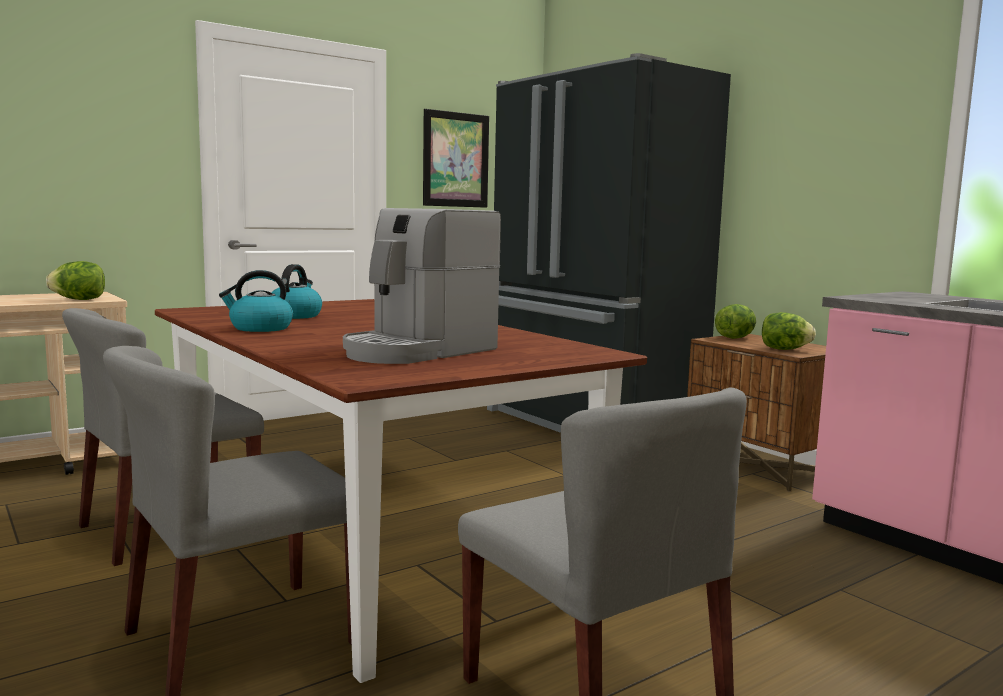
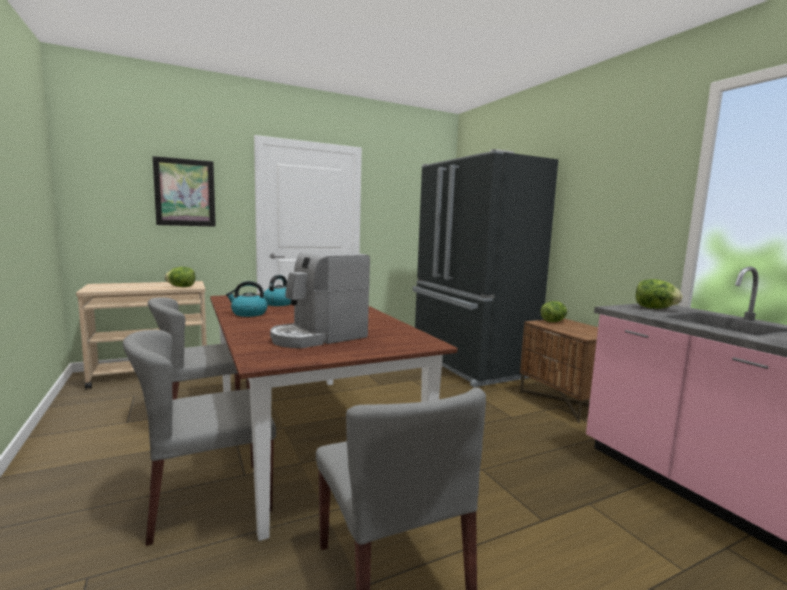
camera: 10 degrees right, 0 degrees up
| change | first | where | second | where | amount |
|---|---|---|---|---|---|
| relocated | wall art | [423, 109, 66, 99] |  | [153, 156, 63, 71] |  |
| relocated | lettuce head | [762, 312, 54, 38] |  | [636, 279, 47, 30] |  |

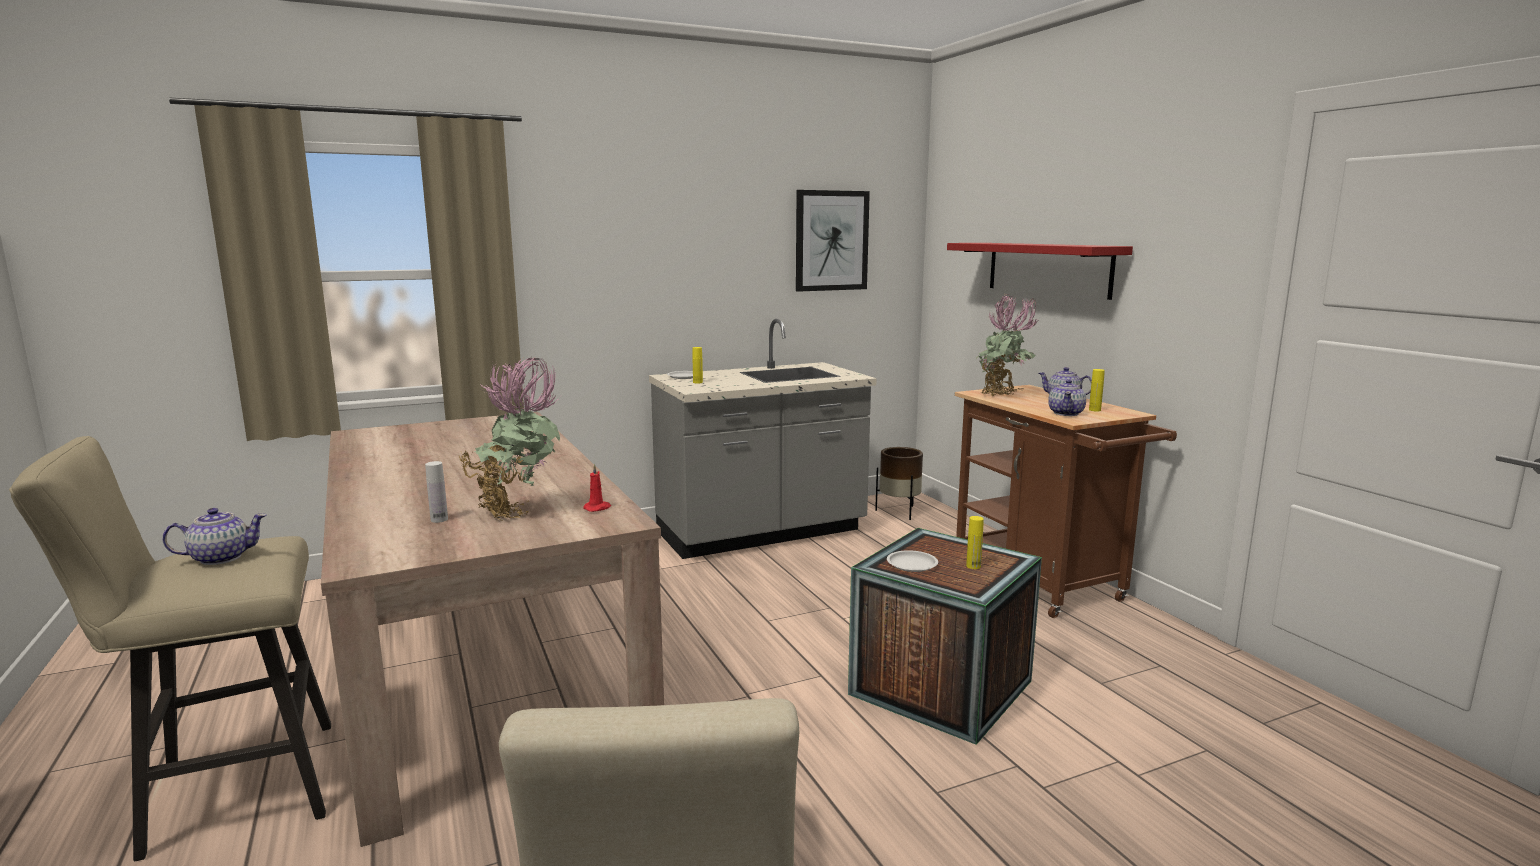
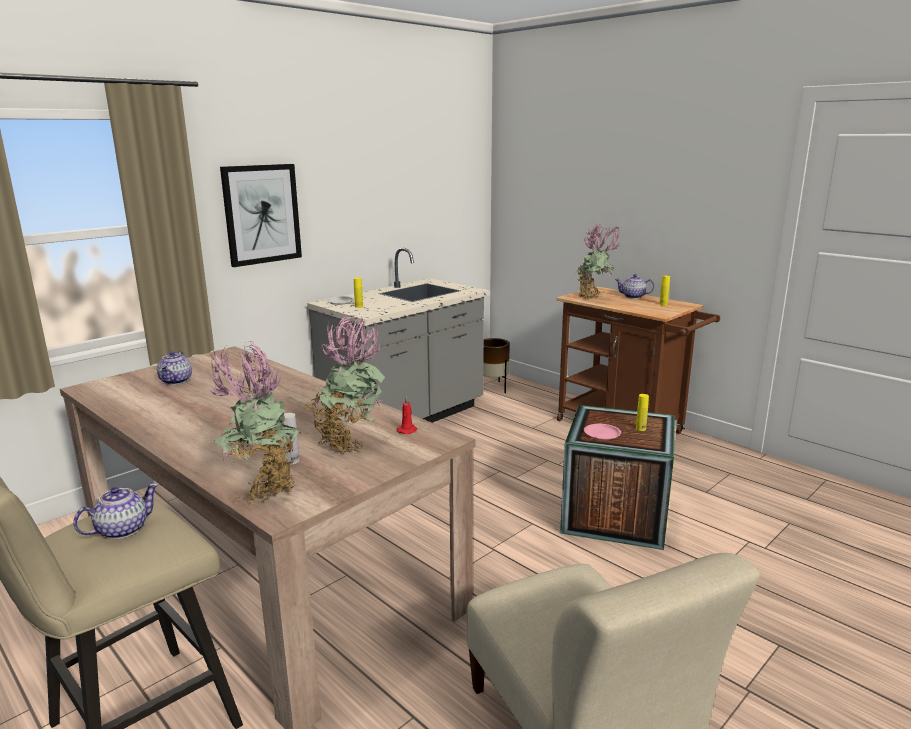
camera: 20 degrees left, 5 degrees up
| change | first | where | second | where | amount |
|---|---|---|---|---|---|
| relocated | wall art | [796, 190, 74, 102] |  | [220, 164, 82, 103] |  |
| colour | white flat dish | [887, 550, 51, 22] | pink flat dish | [584, 424, 37, 16] |  |
| missing | red wall shelf | [947, 243, 186, 57] |  |  |  |
| relocated | pot for tea | [1048, 379, 38, 37] |  | [157, 351, 35, 34] |  |
| appeared |  |  | plant in a pot | [208, 341, 92, 163] |  |

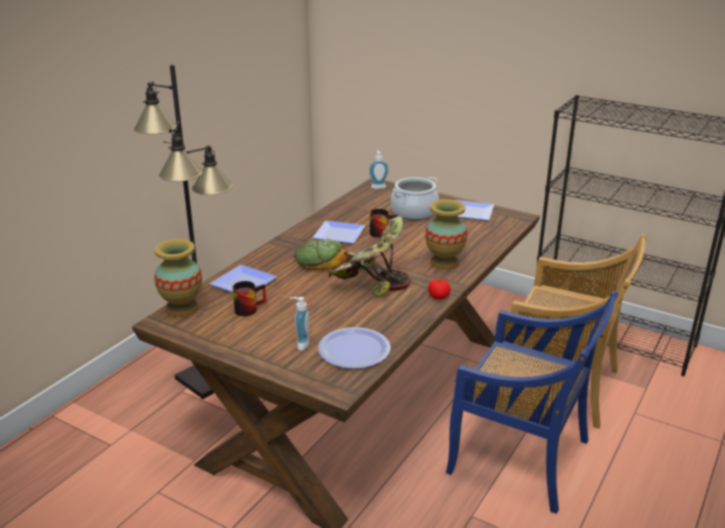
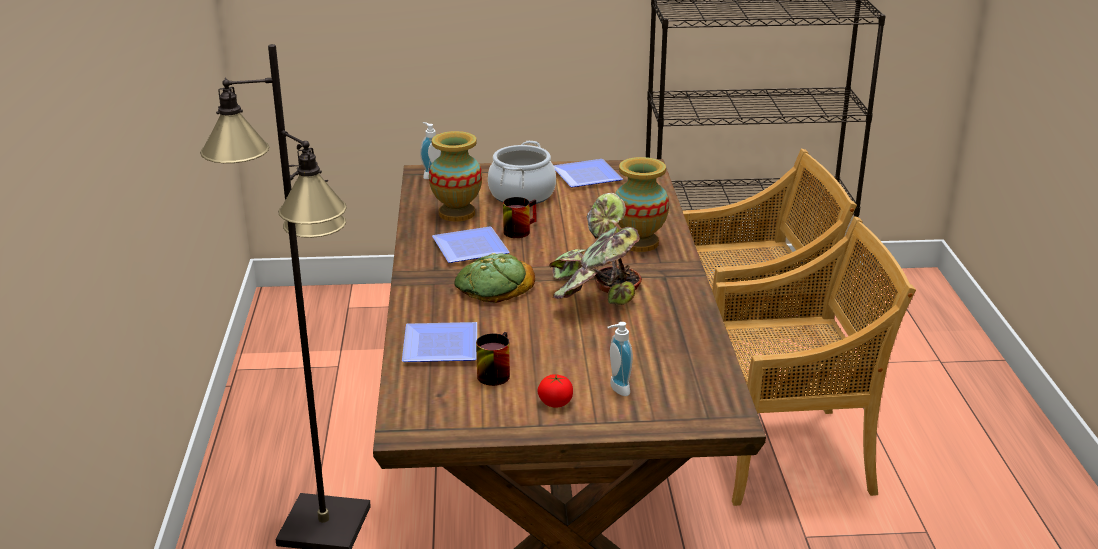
camera: 35 degrees left, 0 degrees up
| change | first | where | second | where | amount |
|---|---|---|---|---|---|
| relocated | decorative vase | [155, 239, 47, 78] |  | [429, 131, 53, 90] |  |
| missing | flat dish | [318, 327, 73, 42] |  |  |  |
| relocated | tomato | [428, 279, 23, 21] |  | [538, 374, 35, 33] |  |
| colour | blue plain chair | [446, 291, 172, 223] | sand-coloured plain chair | [714, 216, 202, 290] |  |

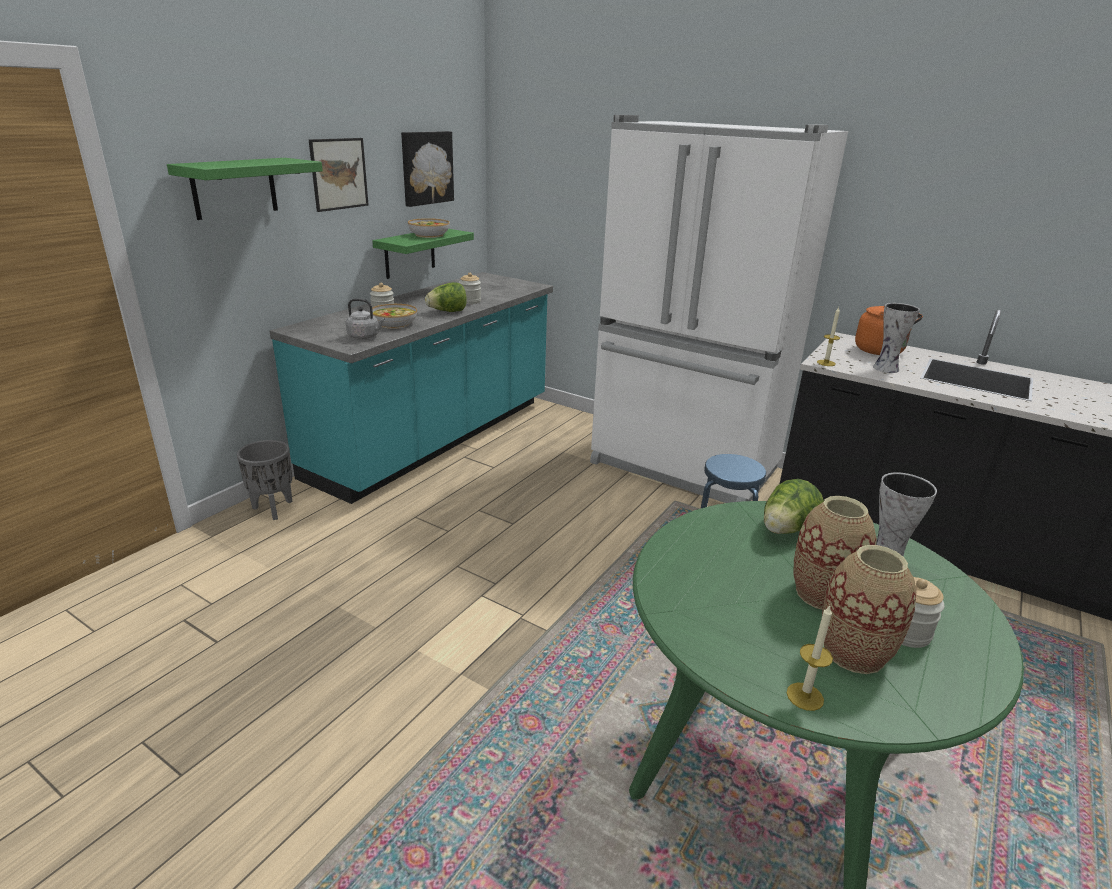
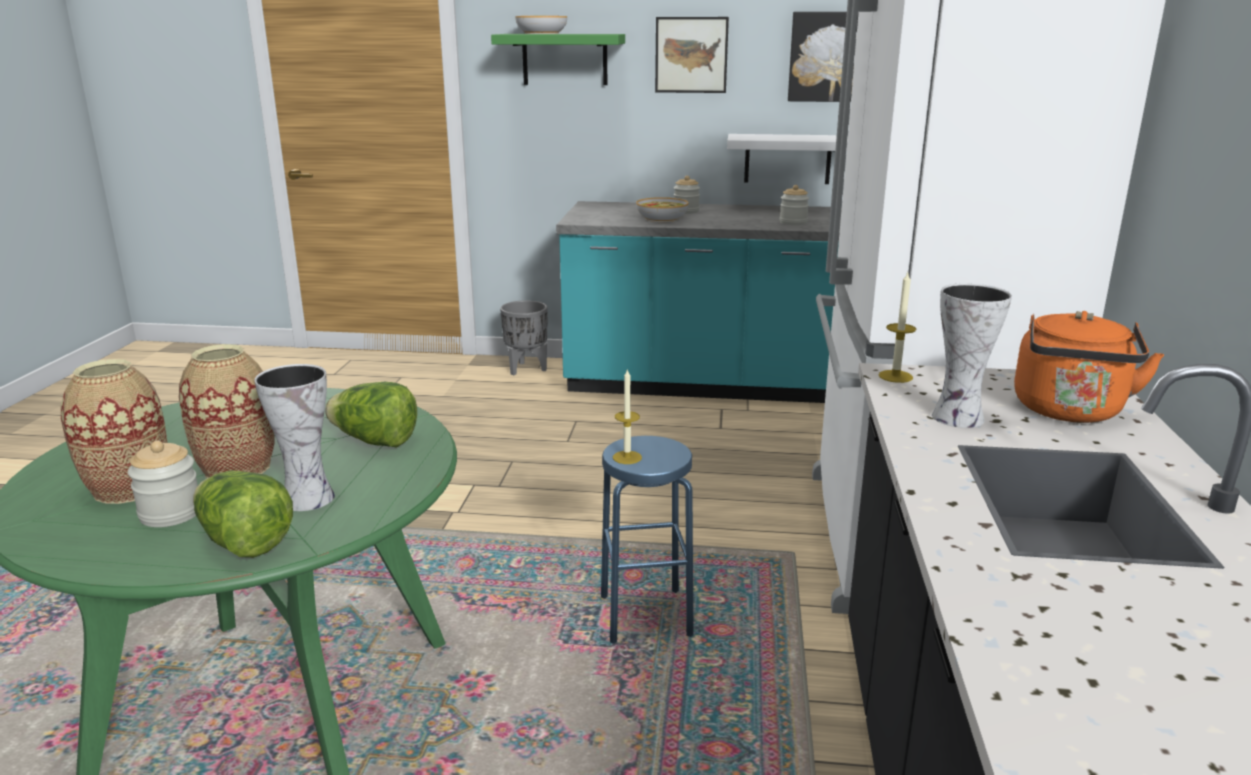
camera: 65 degrees right, 5 degrees down
| change | first | where | second | where | amount |
|---|---|---|---|---|---|
| missing | grey kettle | [346, 298, 39, 41] |  |  |  |
| colour | green wall shelf | [372, 229, 102, 50] | white wall shelf | [727, 134, 121, 50] |  |
| relocated | bowl | [408, 218, 42, 20] |  | [515, 16, 52, 18] |  |
| relocated | lettuce head | [425, 282, 42, 30] |  | [193, 470, 100, 88] |  |
| relocated | wax candle | [787, 604, 46, 107] |  | [613, 368, 29, 96] |  |

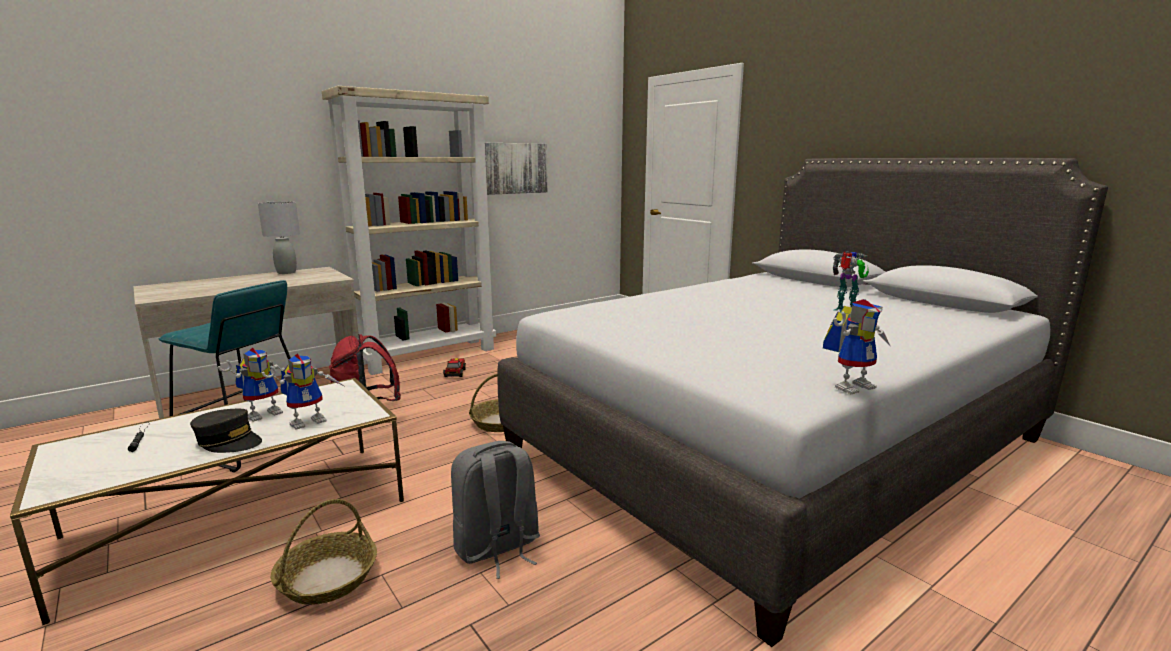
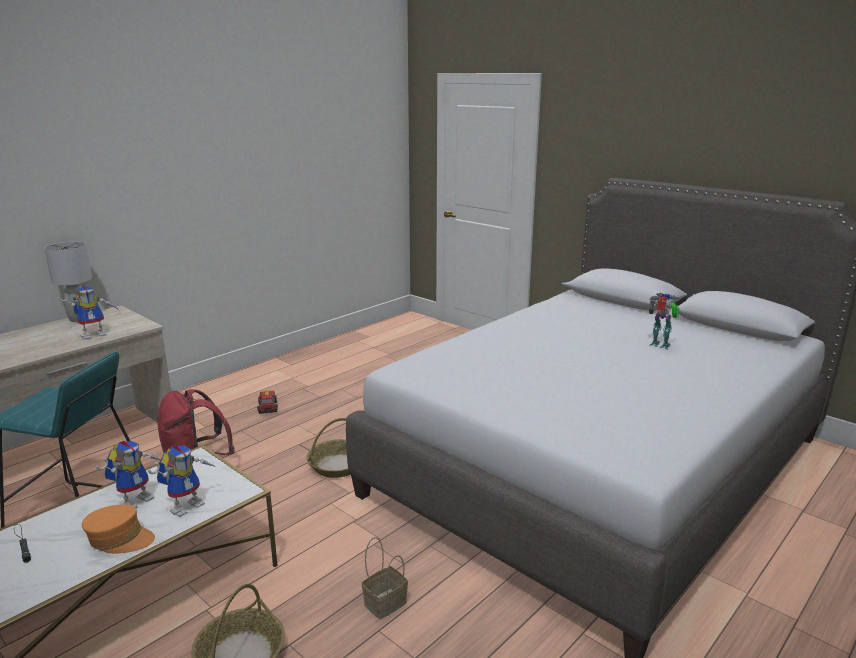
camera: 10 degrees left, 5 degrees up
| change | first | where | second | where | amount |
|---|---|---|---|---|---|
| colour | grey baseball cap | [190, 409, 72, 44] | orange-coloured baseball cap | [82, 505, 73, 49] |  |
| missing | sand-coloured shelving unit | [322, 86, 174, 289] |  |  |  |
| exchanged | grey backpack | [451, 441, 89, 138] | storage basket | [362, 537, 46, 82] |  |
| missing | wall art | [485, 143, 63, 52] |  |  |  |
| relocated | robot figure | [823, 299, 68, 95] |  | [58, 285, 62, 55] |  |

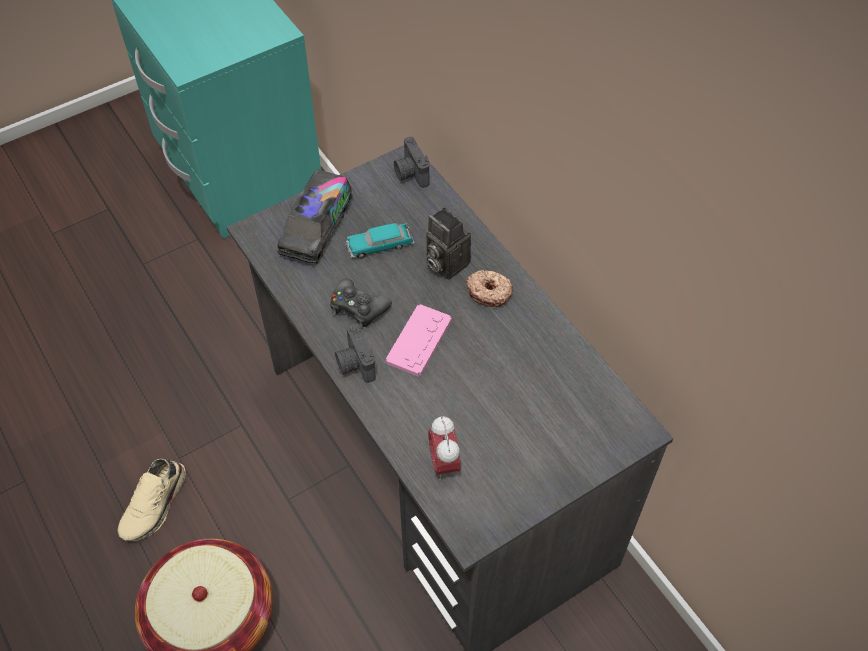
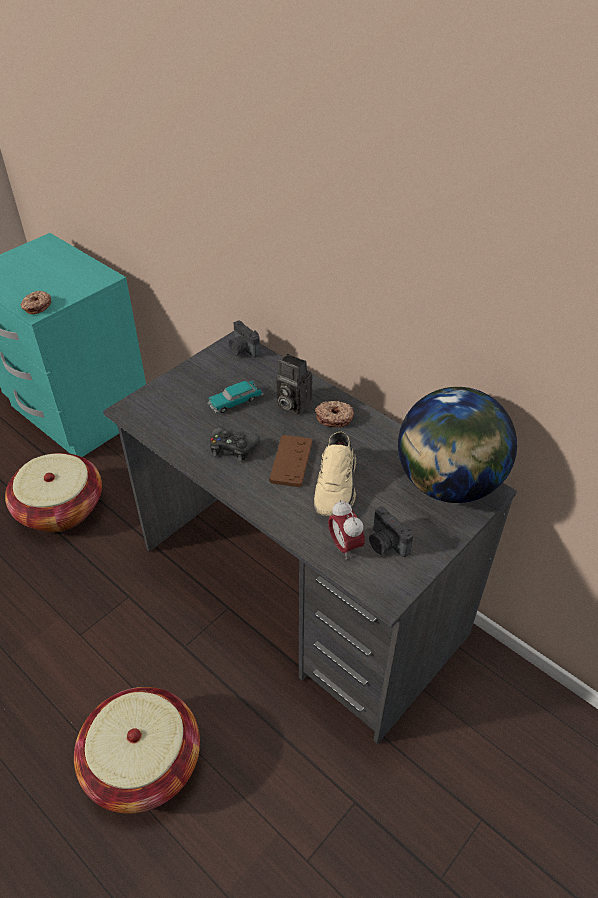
camera: 15 degrees left, 10 degrees down
| change | first | where | second | where | amount |
|---|---|---|---|---|---|
| relocated | sand-coloured shoe | [117, 459, 69, 82] |  | [314, 432, 42, 85] |  |
| missing | toy lorry | [277, 170, 76, 94] |  |  |  |
| relocated | photo camera | [335, 323, 41, 60] |  | [369, 506, 44, 51] |  |
| colour | pink joypad | [386, 304, 66, 72] | brown joypad | [269, 435, 43, 52] |  |
| appeared |  |  | storage basket | [5, 453, 97, 79] |  |
| appeared |  |  | ring doughnut | [20, 291, 31, 23] |  |
| appeared |  |  | world globe | [398, 387, 119, 116] |  |

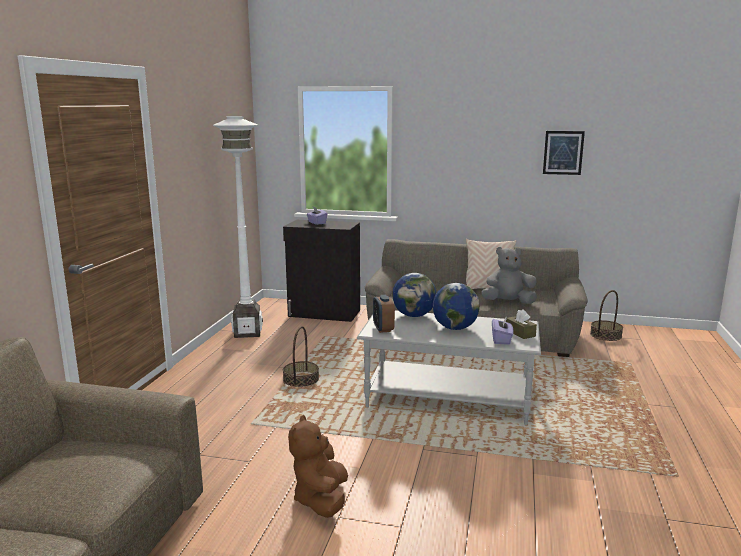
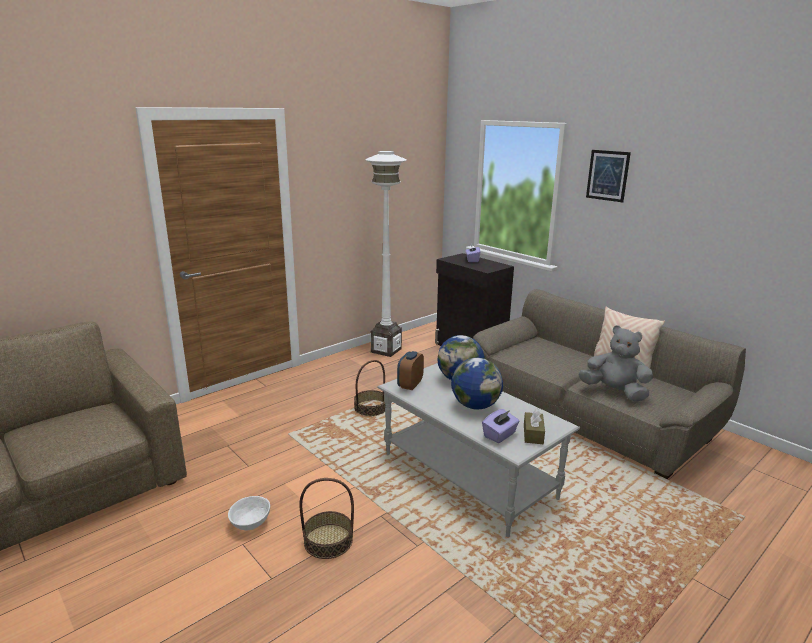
camera: 35 degrees right, 5 degrees up
| change | first | where | second | where | amount |
|---|---|---|---|---|---|
| exchanged | brown soft toy | [288, 415, 60, 103] | white bowl | [228, 496, 42, 34] |  |
| relocated | wall art | [543, 131, 42, 44] |  | [586, 150, 45, 52] |  |
| relocated | storage basket | [590, 290, 33, 51] |  | [299, 478, 55, 81] |  |

